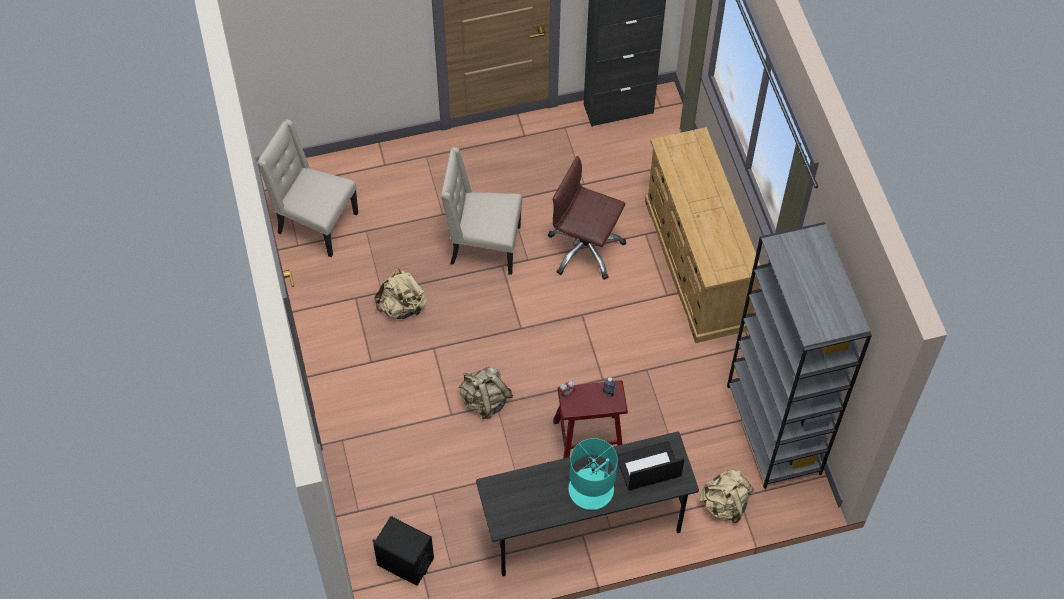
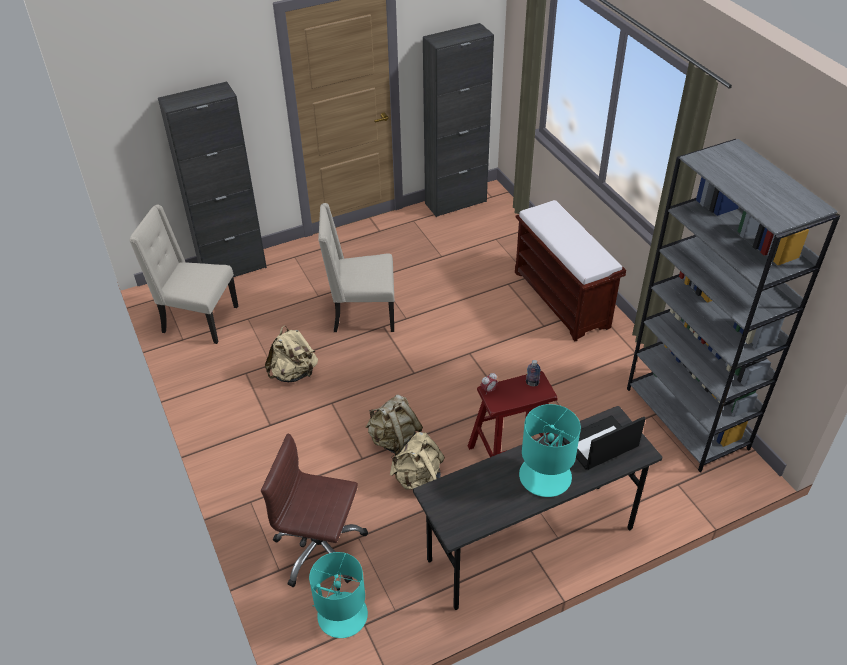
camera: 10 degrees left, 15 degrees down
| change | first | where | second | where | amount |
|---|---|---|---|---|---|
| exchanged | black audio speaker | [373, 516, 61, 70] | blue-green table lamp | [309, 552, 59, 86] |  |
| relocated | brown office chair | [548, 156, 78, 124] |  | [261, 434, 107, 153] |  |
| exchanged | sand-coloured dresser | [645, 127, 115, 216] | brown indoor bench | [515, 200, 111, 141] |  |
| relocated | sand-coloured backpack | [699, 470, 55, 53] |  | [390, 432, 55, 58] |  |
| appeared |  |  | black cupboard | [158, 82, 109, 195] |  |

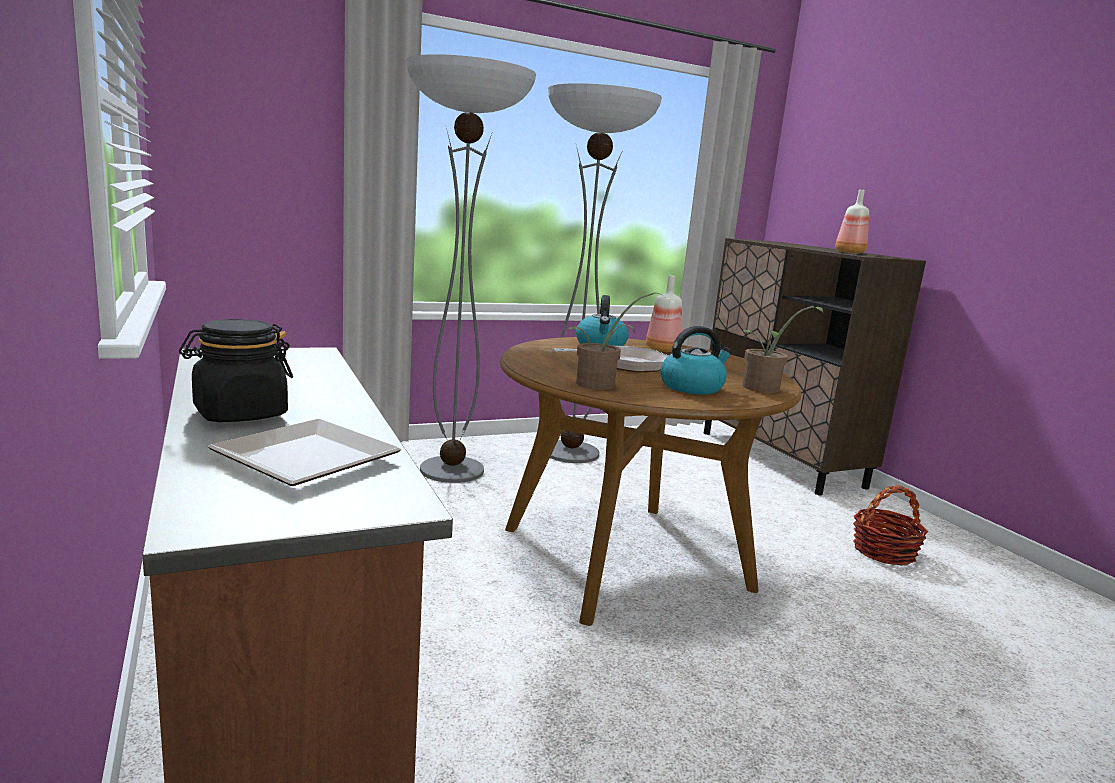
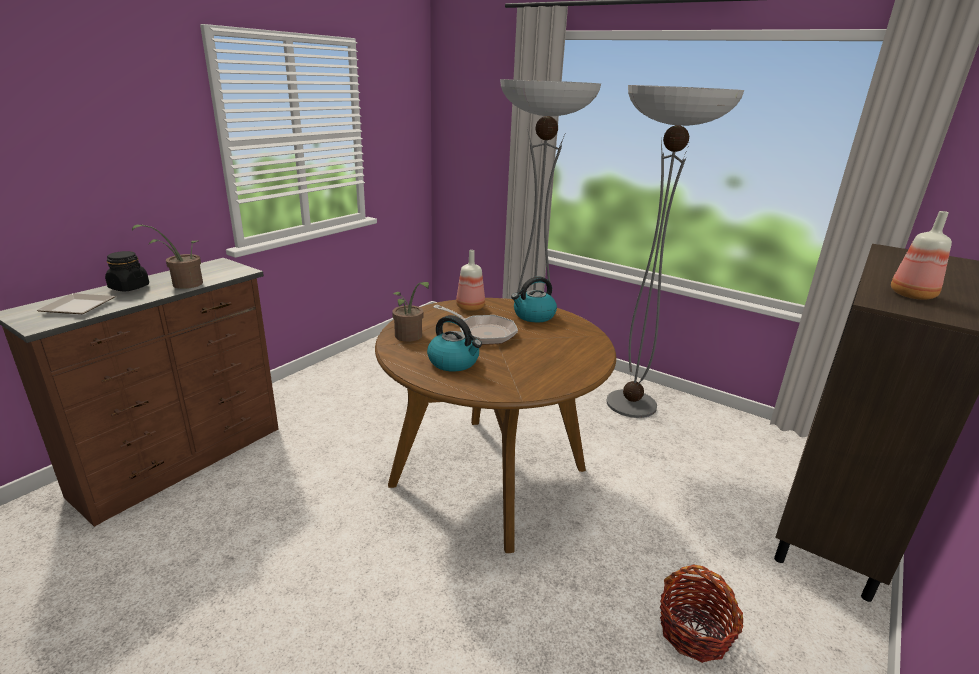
camera: 60 degrees right, 10 degrees up
| change | first | where | second | where | amount |
|---|---|---|---|---|---|
| relocated | beverage bottle | [646, 275, 36, 77] |  | [456, 250, 29, 61] |  |
| relocated | plant in a pot | [742, 306, 82, 87] |  | [132, 224, 71, 65] |  |

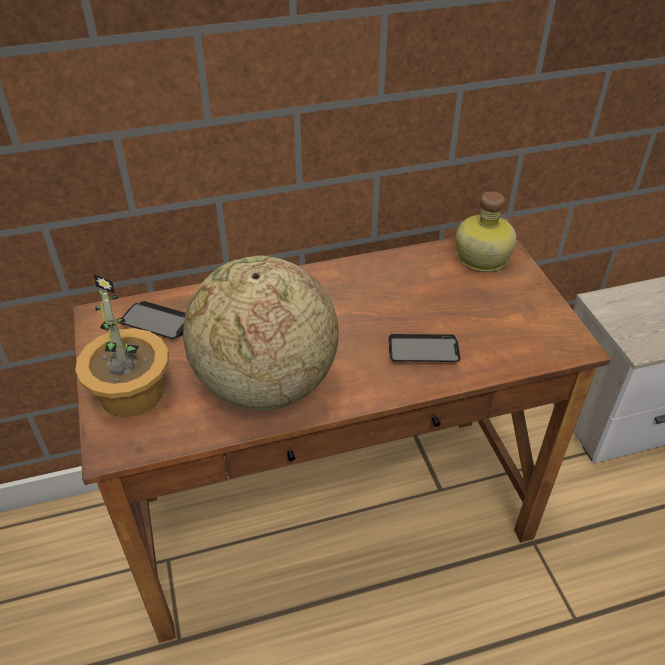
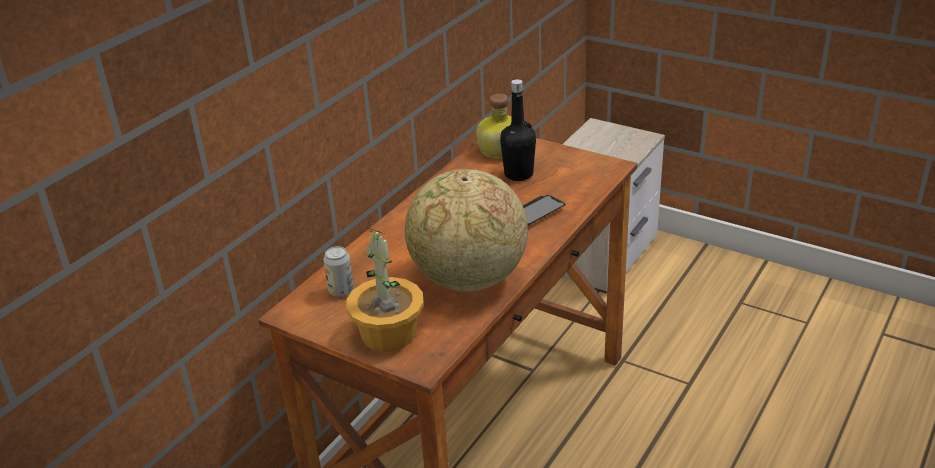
camera: 40 degrees left, 10 degrees down
| change | first | where | second | where | amount |
|---|---|---|---|---|---|
| exchanged | phone | [120, 301, 66, 38] | metal can | [323, 246, 31, 51] |  |
| appeared |  |  | black beverage bottle | [500, 79, 36, 102] |  |

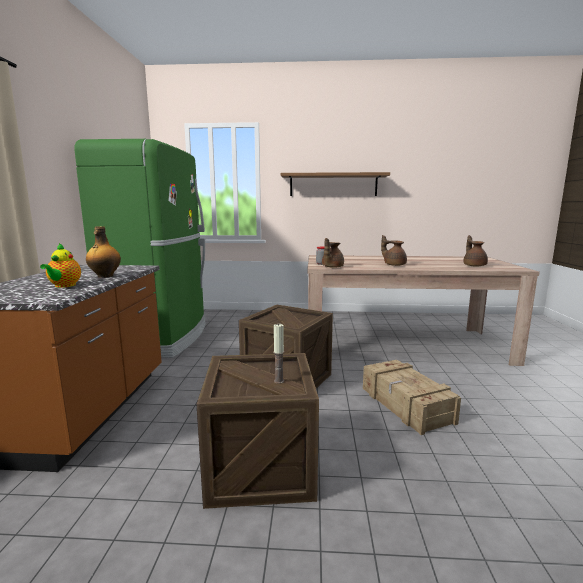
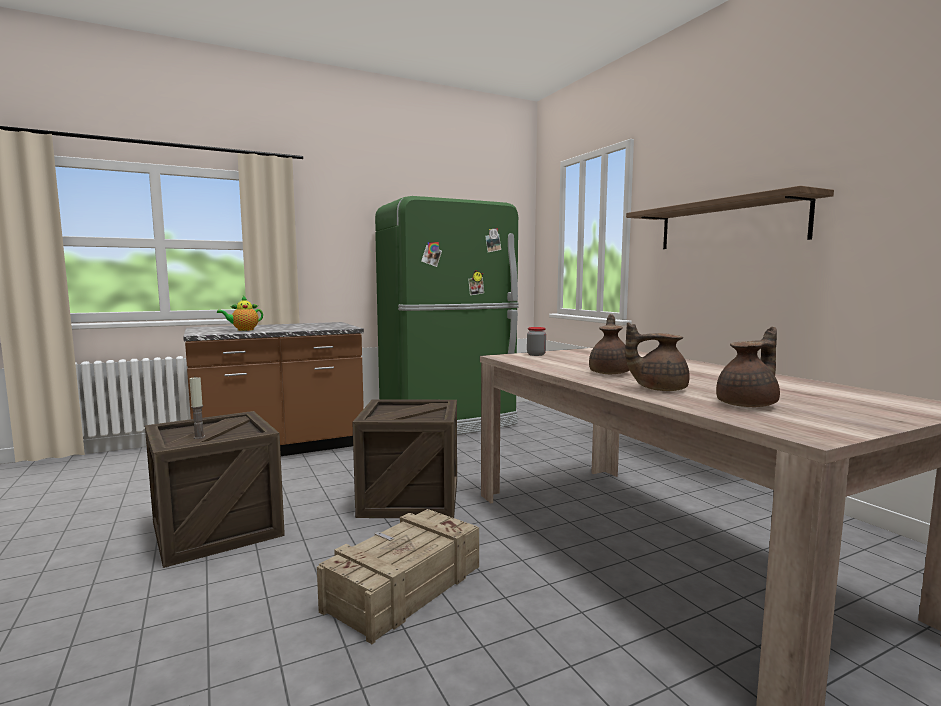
camera: 60 degrees right, 5 degrees down
| change | first | where | second | where | amount |
|---|---|---|---|---|---|
| missing | beverage bottle | [86, 226, 35, 52] |  |  |  |
| relocated | brown pot for tea | [322, 238, 22, 30] |  | [625, 322, 65, 69] |  |

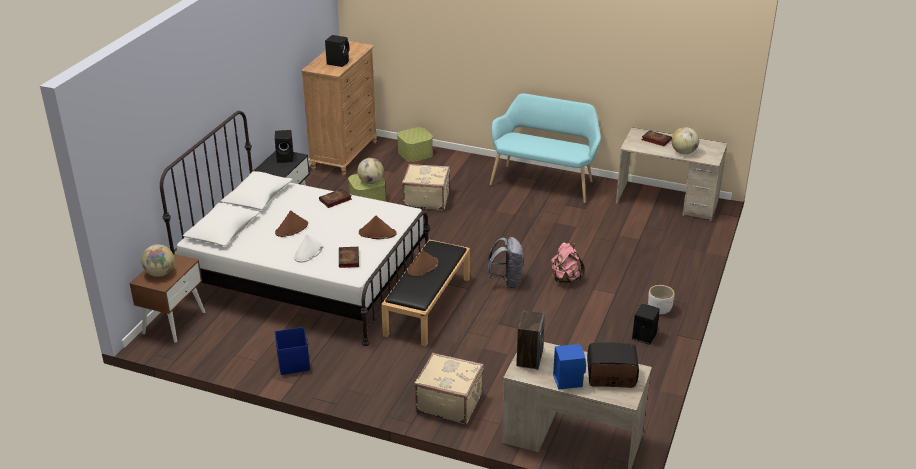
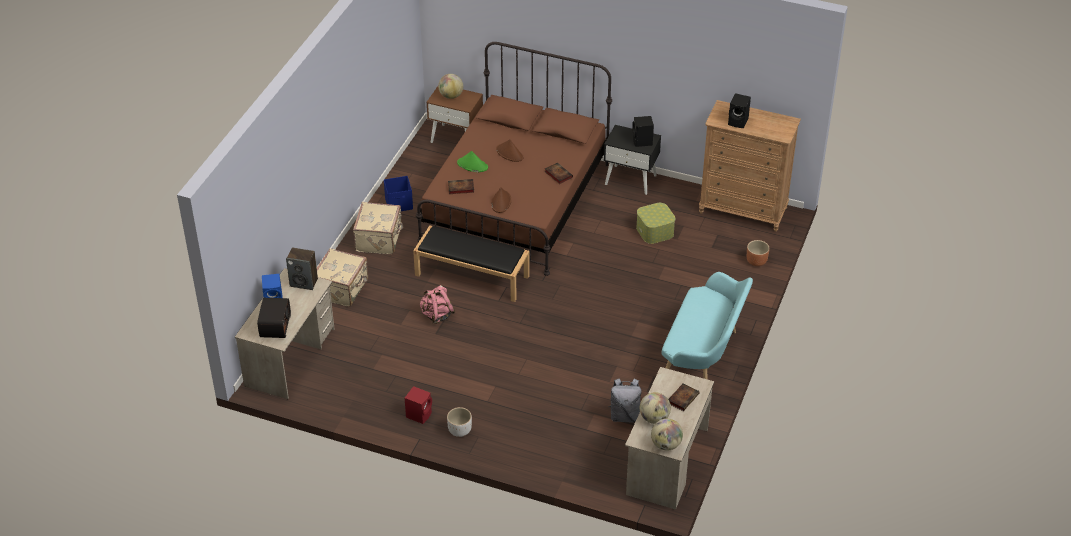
camera: 90 degrees right, 10 degrees up
| change | first | where | second | where | amount |
|---|---|---|---|---|---|
| colour | white bedroom bed | [160, 111, 270, 235] | brown bedroom bed | [416, 42, 196, 234] |  |
| colour | white hat | [294, 234, 29, 29] | green hat | [457, 151, 31, 21] |  |
| relocated | world globe | [357, 158, 27, 26] |  | [651, 419, 32, 32] |  |
| exchanged | storage box | [397, 127, 36, 35] | brown flower pot | [747, 240, 22, 26] |  |
| relocated | sand-coloured suitcase | [402, 164, 48, 46] |  | [353, 202, 51, 53] |  |
| missing | brown hat | [407, 250, 31, 27] |  |  |  |
| relocated | grey backpack | [488, 237, 36, 51] |  | [608, 378, 34, 44] |  |
| relocated | pink backpack | [551, 242, 34, 41] |  | [420, 285, 35, 39] |  |
| colour | black audio speaker | [632, 304, 28, 41] | red audio speaker | [405, 386, 27, 38] |  |

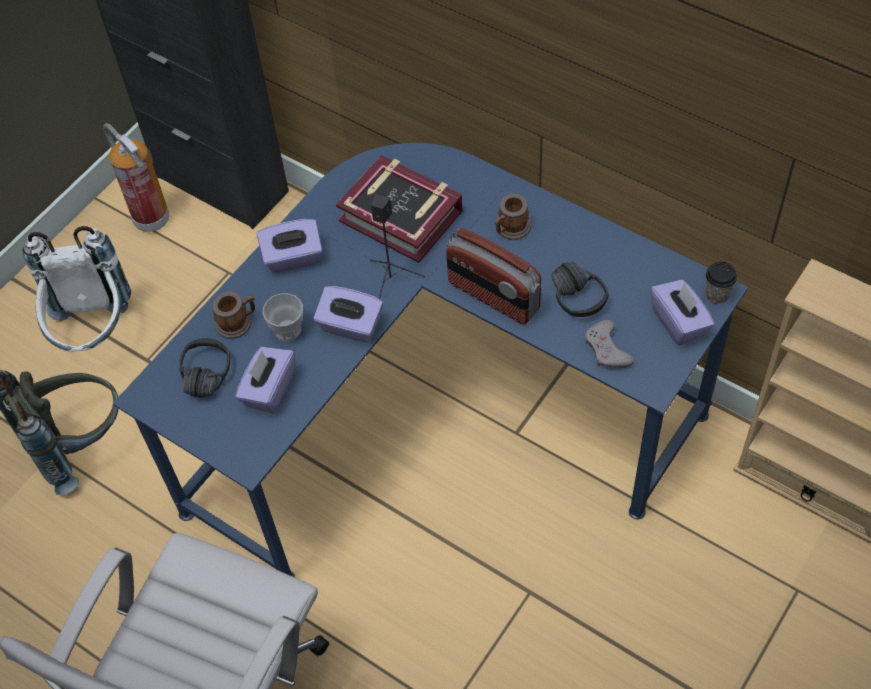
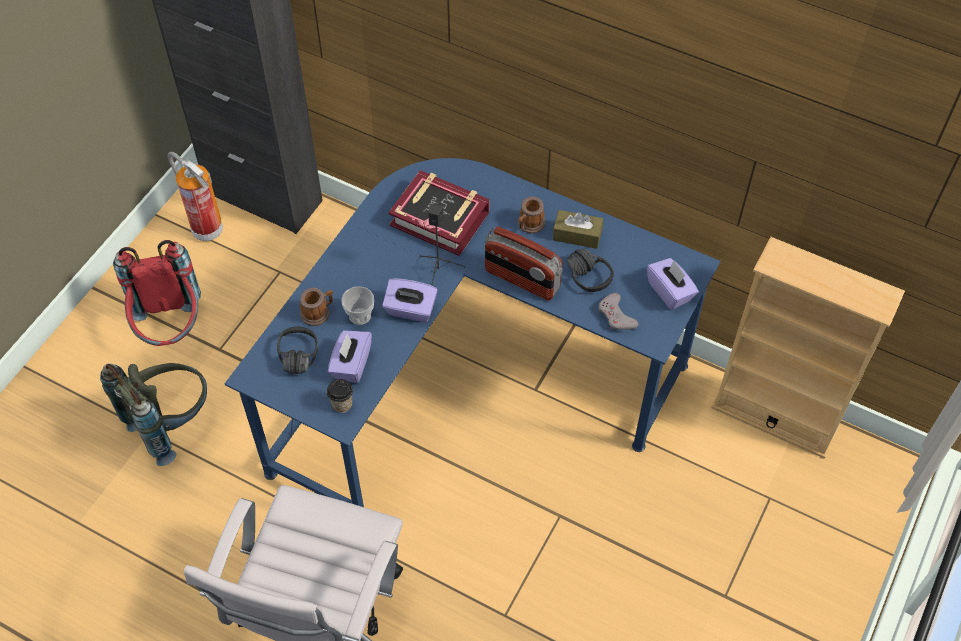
camera: 10 degrees left, 0 degrees up
| change | first | where | second | where | amount |
|---|---|---|---|---|---|
| colour | white backpack | [23, 226, 108, 126] | red backpack | [113, 240, 88, 106] |  |
| missing | purple box of tissues | [257, 219, 65, 54] |  |  |  |
| relocated | drinking cup | [705, 262, 32, 42] |  | [327, 379, 26, 34] |  |
| appeared |  |  | brown box of tissues | [553, 210, 50, 39] |  |

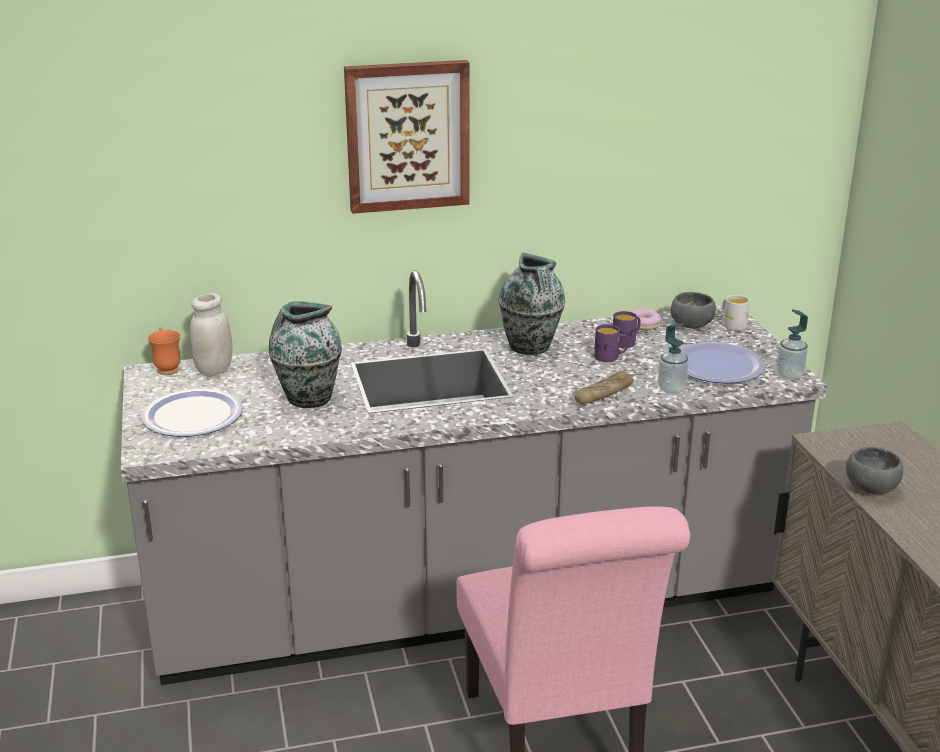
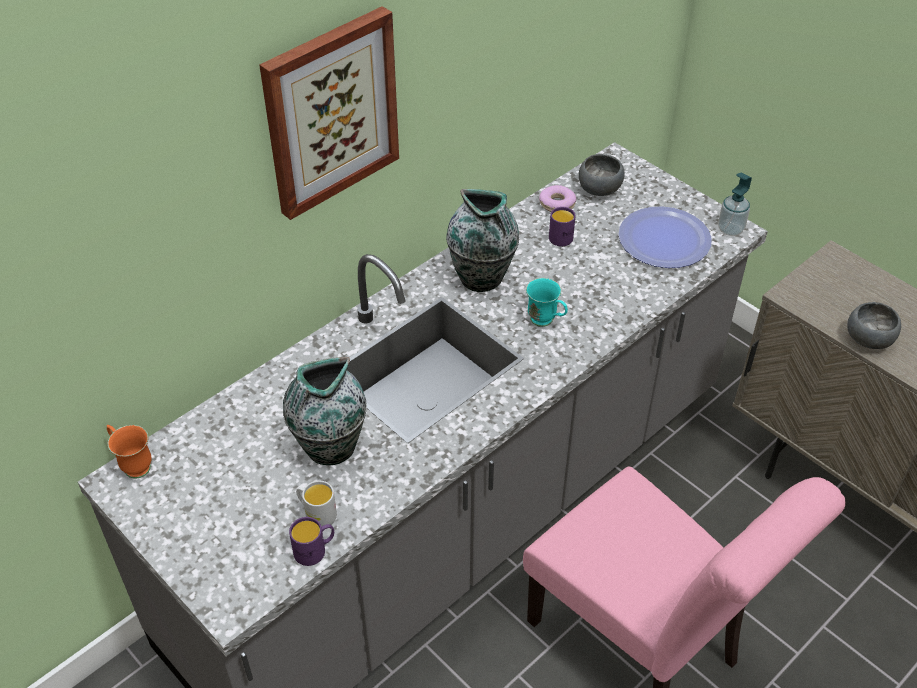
camera: 30 degrees left, 20 degrees up
| change | first | where | second | where | amount |
|---|---|---|---|---|---|
| missing | flat dish | [141, 389, 102, 48] |  |  |  |
| missing | white storage jar | [190, 293, 42, 84] |  |  |  |
| missing | baked bread | [575, 371, 58, 33] |  |  |  |
| relocated | purple mug | [594, 324, 35, 38] |  | [289, 517, 45, 49] |  |
| missing | soap dispenser | [658, 323, 31, 71] |  |  |  |
| relocated | white mug | [722, 295, 27, 36] |  | [296, 481, 41, 45] |  |
| appeared |  |  | blue-green mug | [526, 278, 42, 49] |  |

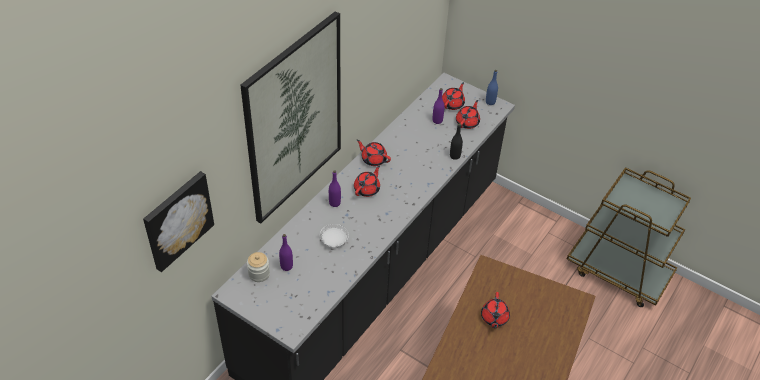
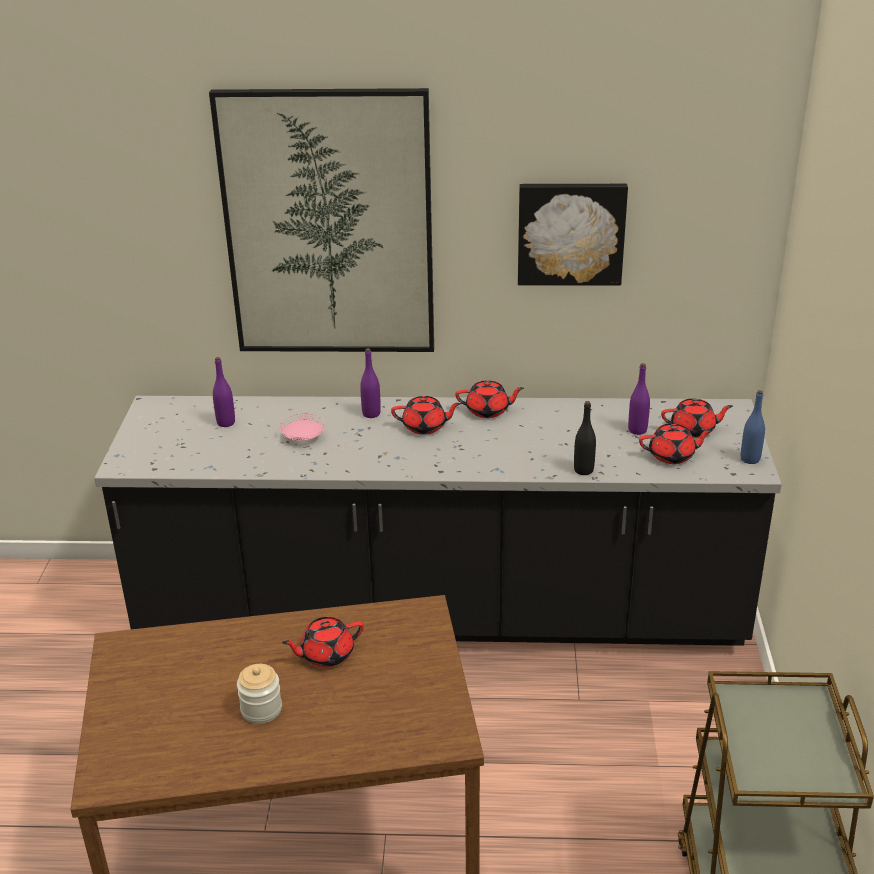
camera: 60 degrees right, 15 degrees down
| change | first | where | second | where | amount |
|---|---|---|---|---|---|
| relocated | wall art | [143, 171, 71, 101] |  | [518, 184, 110, 102] |  |
| relocated | storage jar | [247, 252, 23, 30] |  | [237, 664, 45, 60] |  |
| colour | white flat dish | [320, 224, 29, 23] | pink flat dish | [279, 413, 46, 28] |  |
| spun | red pot for tea | [357, 140, 34, 26] |  | [455, 380, 69, 38] | 90 degrees clockwise |

